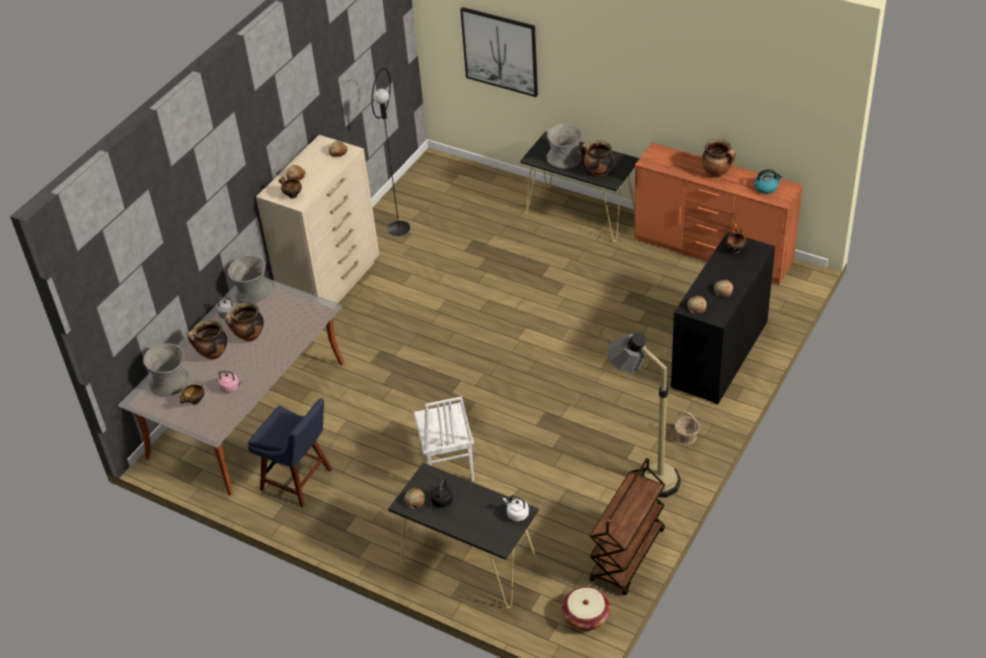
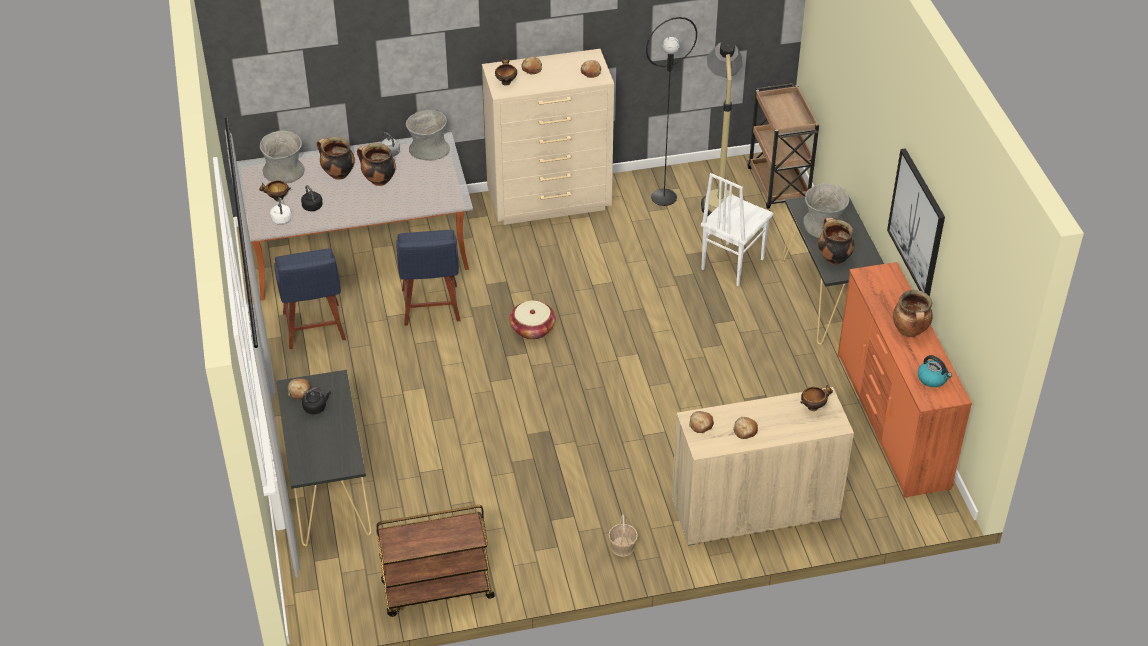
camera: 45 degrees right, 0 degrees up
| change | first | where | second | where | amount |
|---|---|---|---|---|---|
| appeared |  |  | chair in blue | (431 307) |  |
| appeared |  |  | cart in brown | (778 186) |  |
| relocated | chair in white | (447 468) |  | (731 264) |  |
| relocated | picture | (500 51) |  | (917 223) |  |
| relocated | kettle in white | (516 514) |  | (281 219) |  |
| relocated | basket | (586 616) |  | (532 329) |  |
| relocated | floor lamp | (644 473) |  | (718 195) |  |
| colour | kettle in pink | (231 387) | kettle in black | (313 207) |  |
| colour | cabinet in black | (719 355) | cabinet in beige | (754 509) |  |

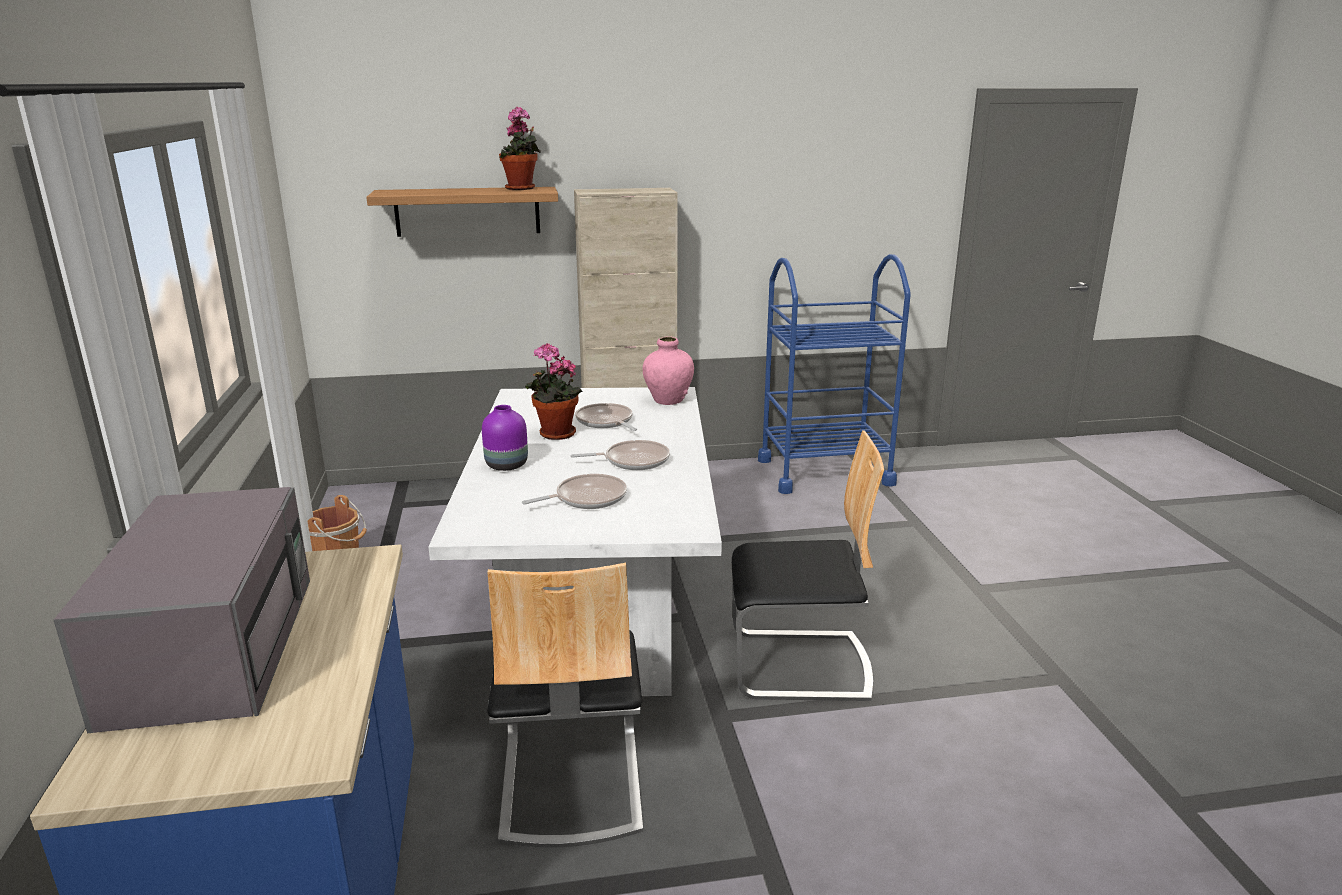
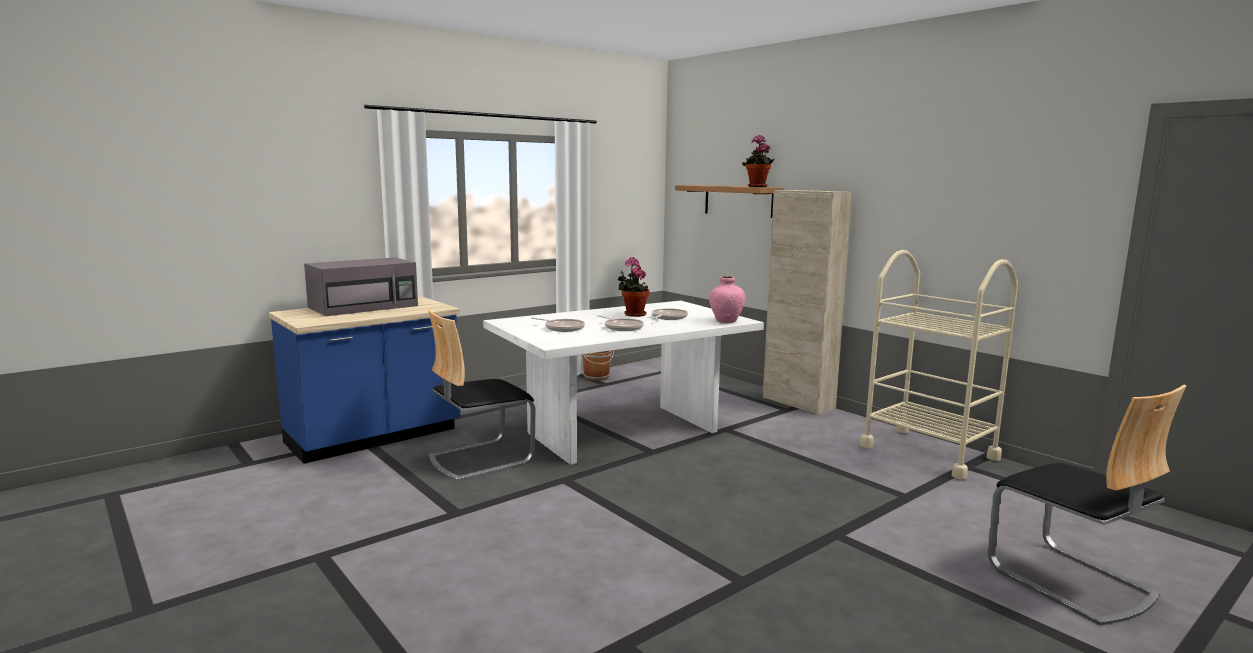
camera: 60 degrees right, 10 degrees down
| change | first | where | second | where | amount |
|---|---|---|---|---|---|
| missing | vase in purple | (505 465) |  |  |  |
| relocated | chair | (799 665) |  | (1070 581) |  |
| colour | cart in blue | (824 472) | cart in beige | (928 452) |  |

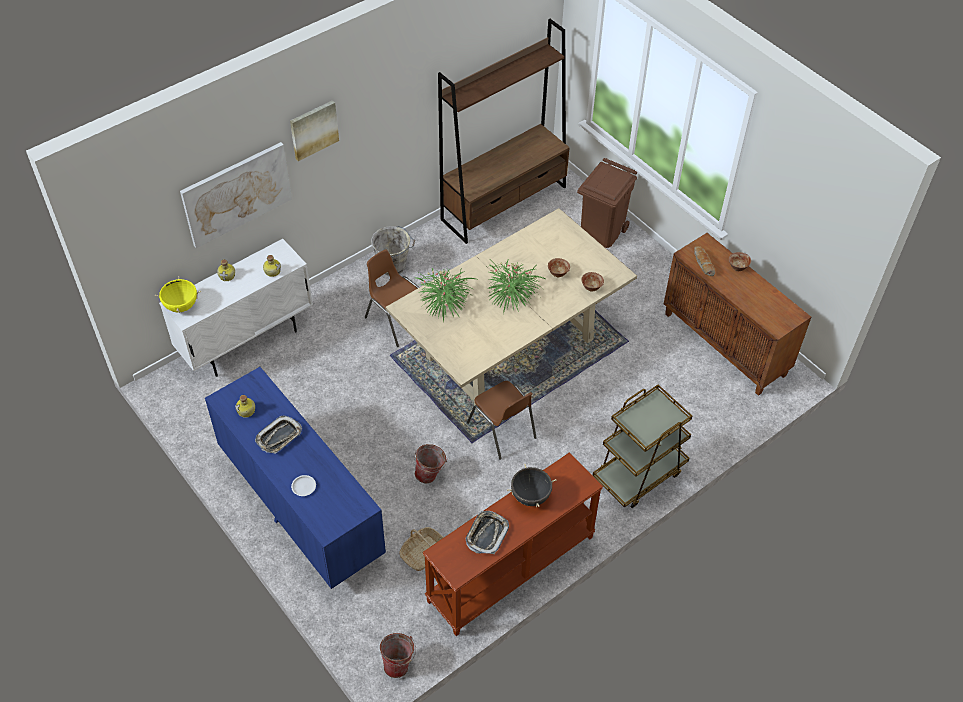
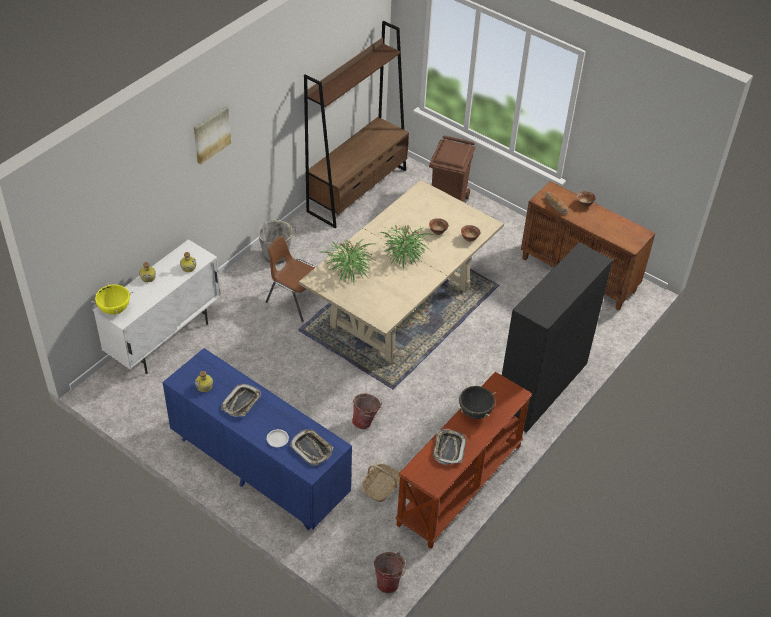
camera: 15 degrees left, 5 degrees down
| change | first | where | second | where | amount |
|---|---|---|---|---|---|
| missing | picture | (237 194) |  |  |  |
| missing | chair in brown | (502 431) |  |  |  |
| appeared |  |  | tray | (311 449) |  |
| exchanged | cart in brown | (639 474) | bookcase in black | (542 389) |  |

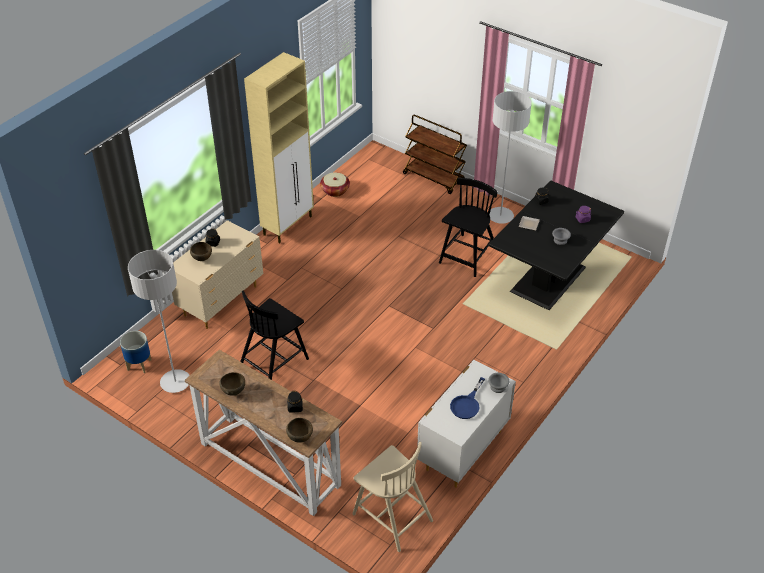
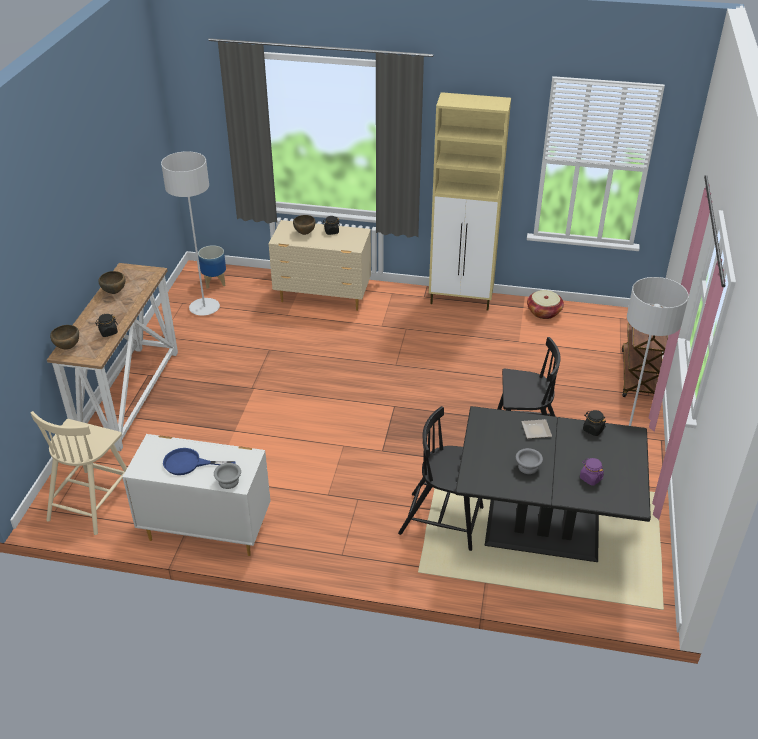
camera: 65 degrees right, 5 degrees down
| change | first | where | second | where | amount |
|---|---|---|---|---|---|
| relocated | chair in black | (274 362) |  | (443 521) |  |

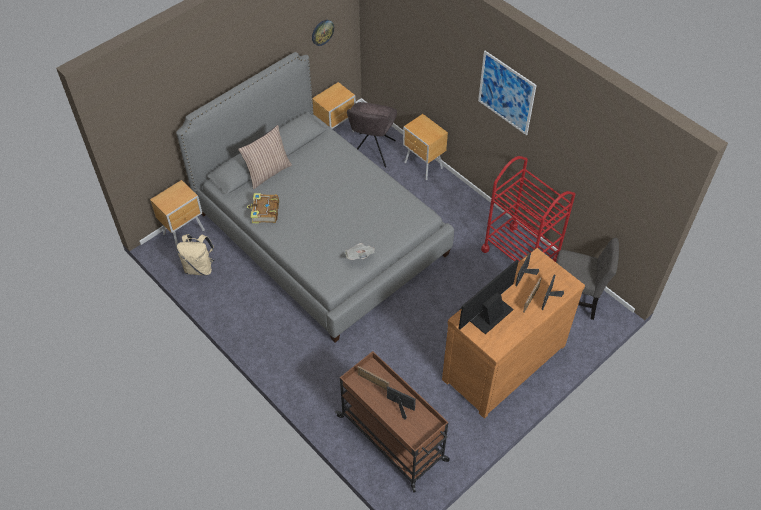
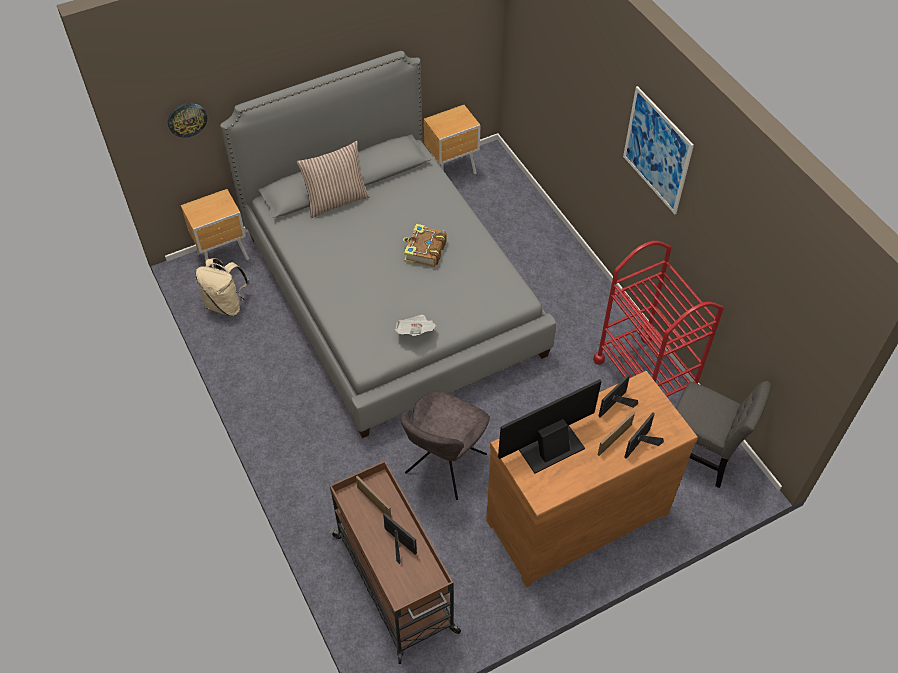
camera: 15 degrees right, 0 degrees up
| change | first | where | second | where | amount |
|---|---|---|---|---|---|
| missing | nightstand in brown | (423 166) |  |  |  |
| relocated | book | (264 212) |  | (424 251) |  |
| relocated | wall clock | (322 32) |  | (187 119) |  |
| relocated | chair in grey | (371 152) |  | (444 466) |  |

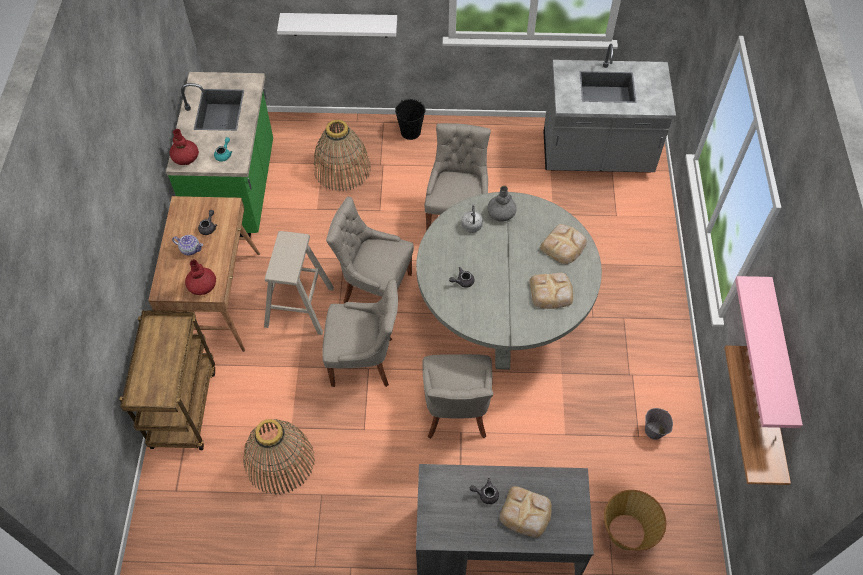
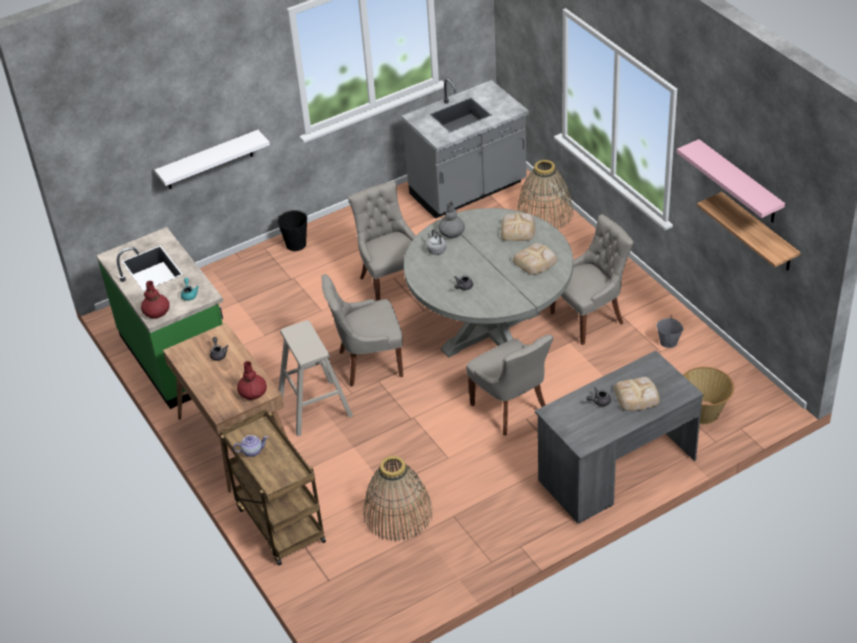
camera: 30 degrees left, 15 degrees down
| change | first | where | second | where | amount |
|---|---|---|---|---|---|
| relocated | teapot | (190 249) |  | (252 451) |  |
| relocated | basket | (342 168) |  | (544 214) |  |
| relocated | chair in grey | (364 360) |  | (589 318) |  |

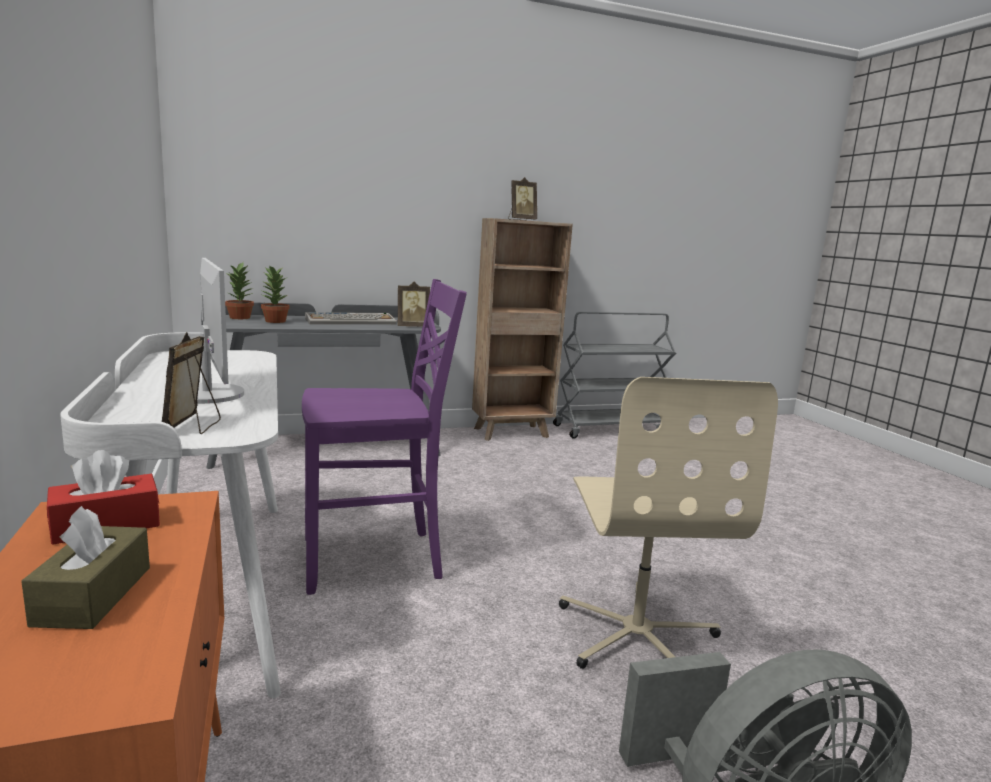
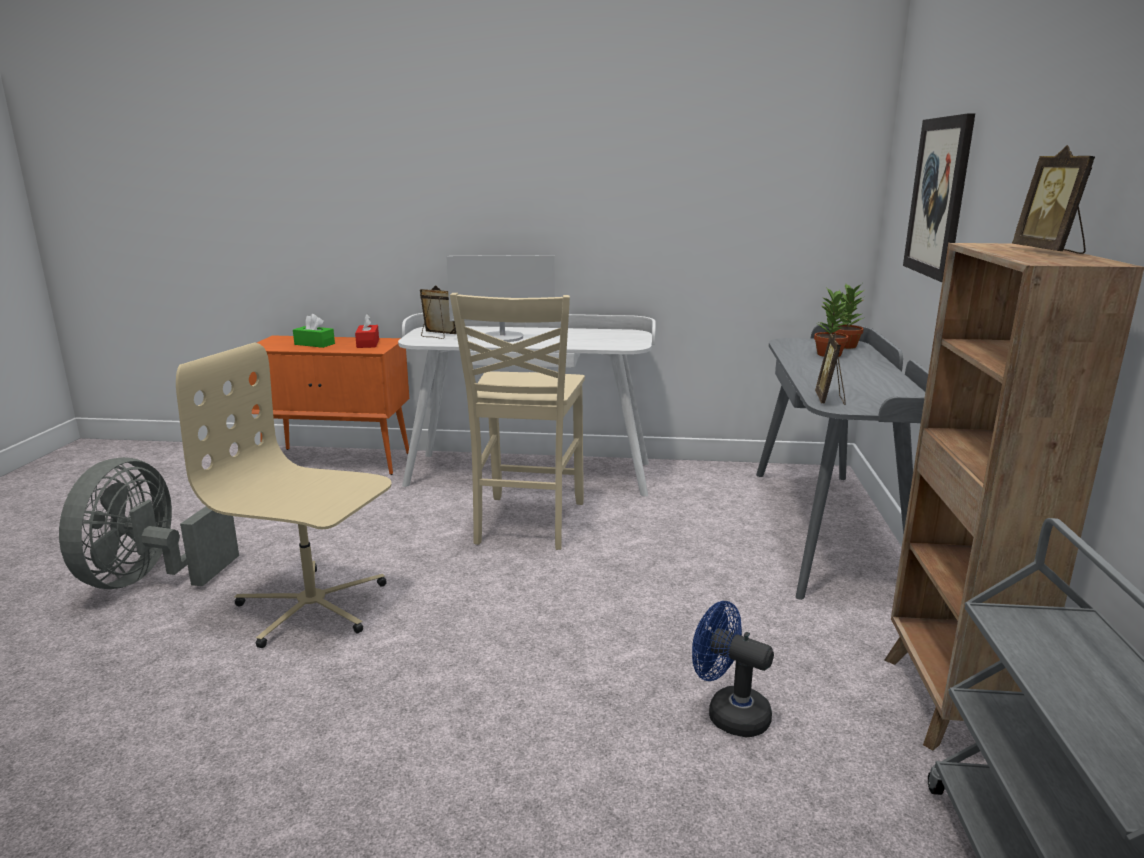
camera: 115 degrees right, 5 degrees up
| change | first | where | second | where | amount |
|---|---|---|---|---|---|
| missing | keyboard | (351 321) |  |  |  |
| appeared |  |  | fan in blue | (728 713) |  |
| appeared |  |  | picture | (938 197) |  |
| colour | tissue box in brown | (93 595) | tissue box in green | (314 344) |  |
| colour | chair in purple | (374 559) | chair in beige | (527 523) |  |

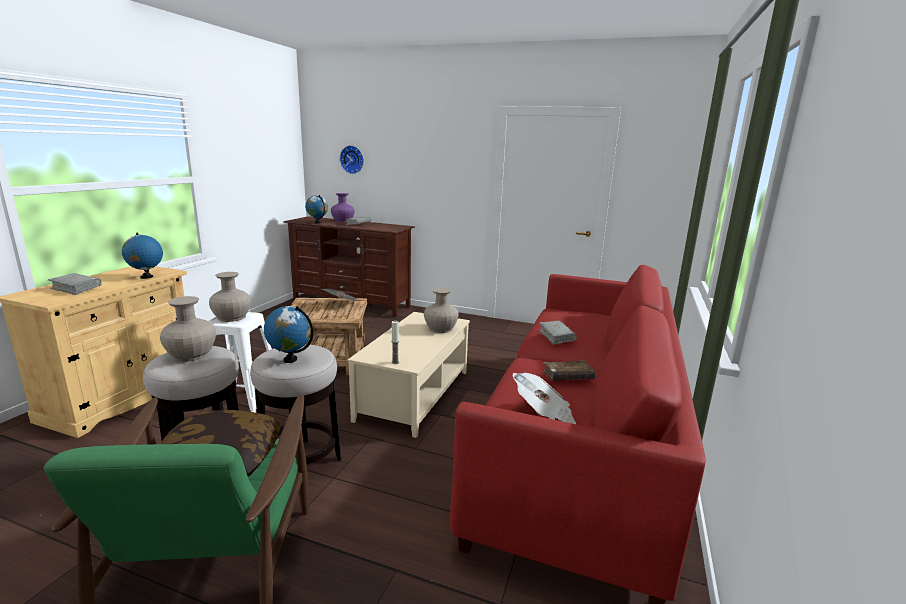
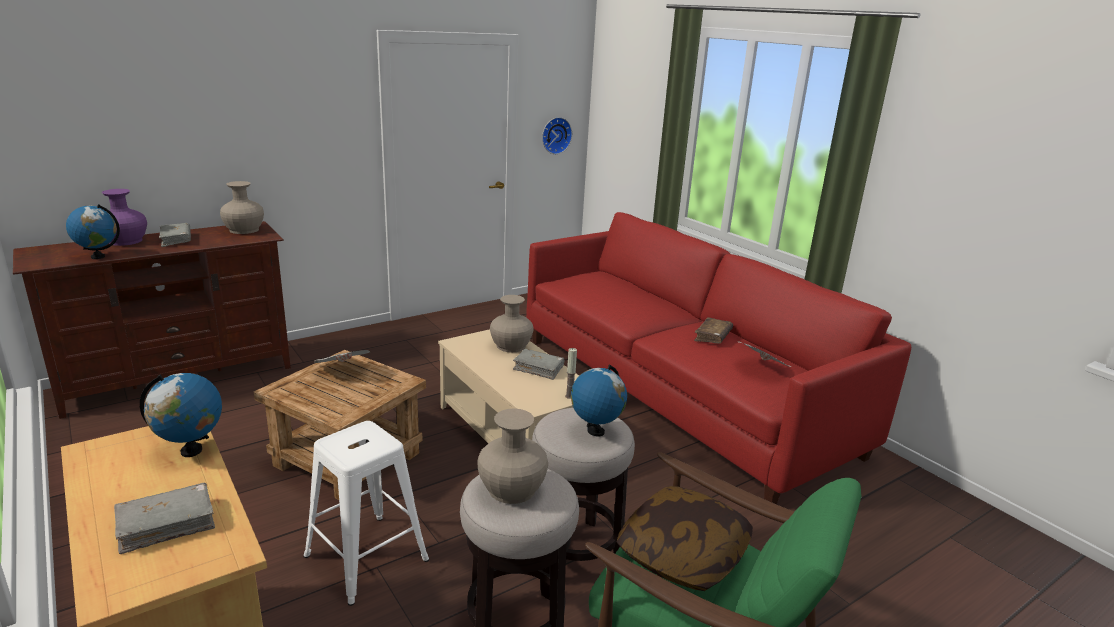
camera: 55 degrees left, 5 degrees up
| change | first | where | second | where | amount |
|---|---|---|---|---|---|
| relocated | vase in beige | (232 317) |  | (244 230) |  |
| relocated | wall clock | (352 159) |  | (555 135) |  |
| relocated | book in grey | (556 337) |  | (538 369) |  |

